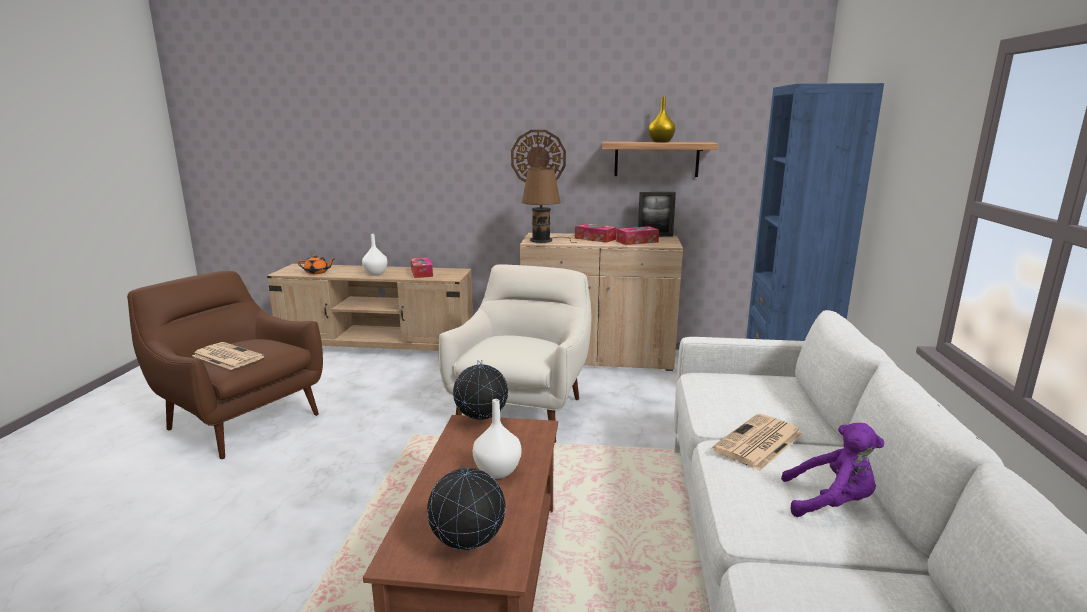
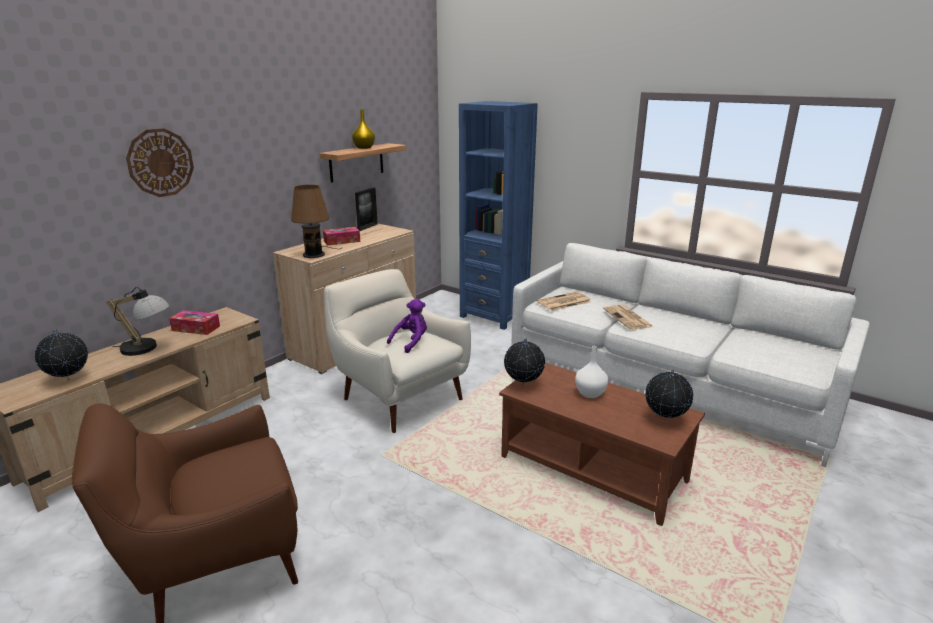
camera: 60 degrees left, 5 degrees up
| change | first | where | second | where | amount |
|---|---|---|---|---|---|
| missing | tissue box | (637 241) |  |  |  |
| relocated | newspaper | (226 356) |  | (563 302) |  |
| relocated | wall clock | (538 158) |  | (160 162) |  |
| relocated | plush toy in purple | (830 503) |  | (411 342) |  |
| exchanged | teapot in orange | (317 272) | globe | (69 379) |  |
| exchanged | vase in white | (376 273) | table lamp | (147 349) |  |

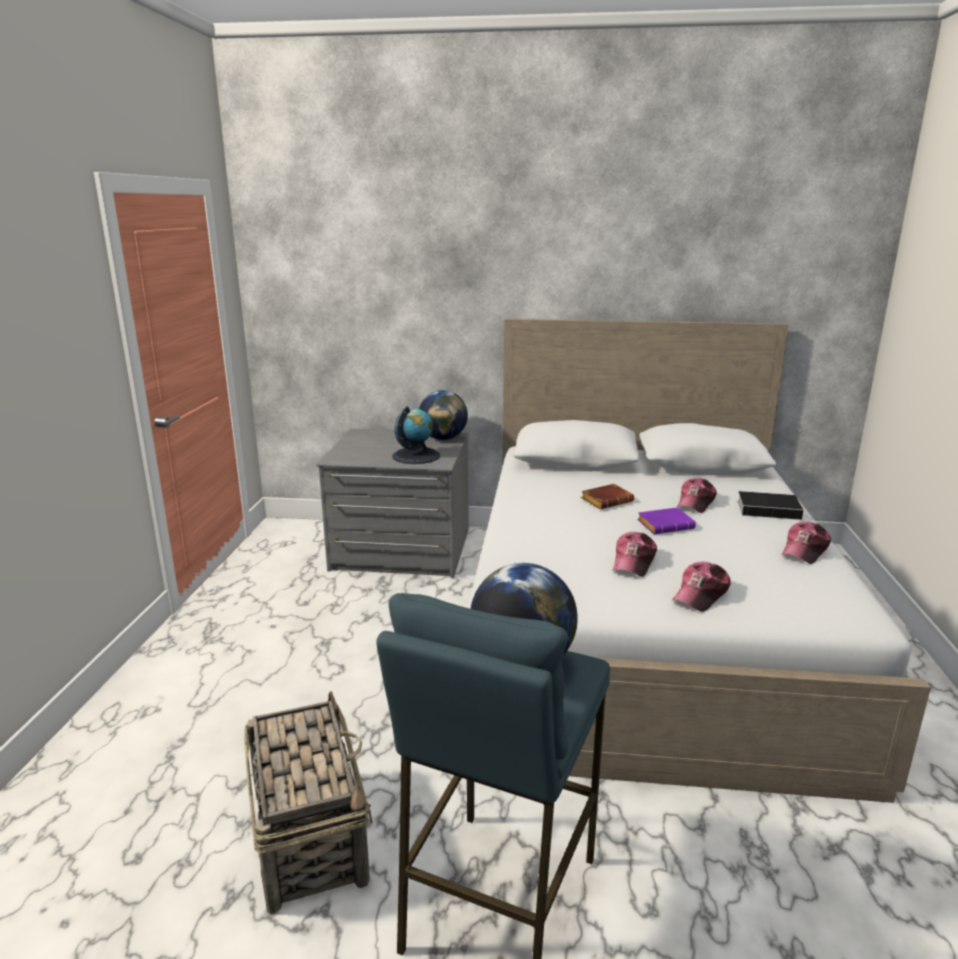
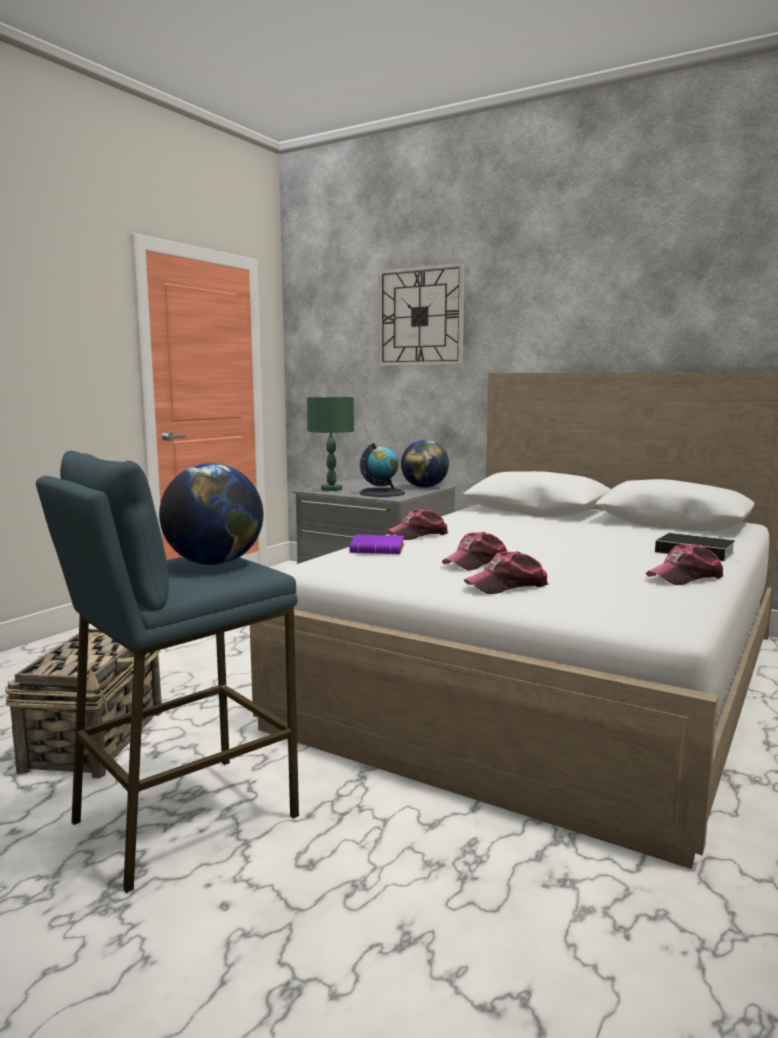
camera: 25 degrees right, 10 degrees down
| change | first | where | second | where | amount |
|---|---|---|---|---|---|
| missing | book in brown | (607 500) |  |  |  |
| appeared |  |  | table lamp in green | (331 489) |  |
| appeared |  |  | wall clock | (420 316) |  |
| relocated | book in purple | (666 525) |  | (379 550) |  |
| relocated | cap | (695 503) |  | (418 535) |  |

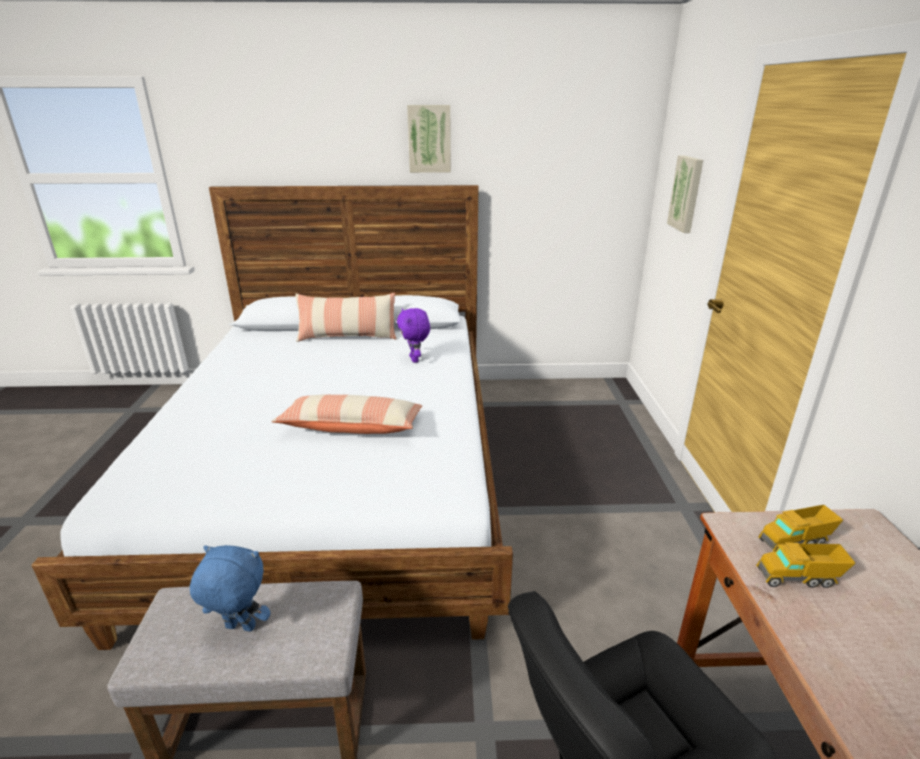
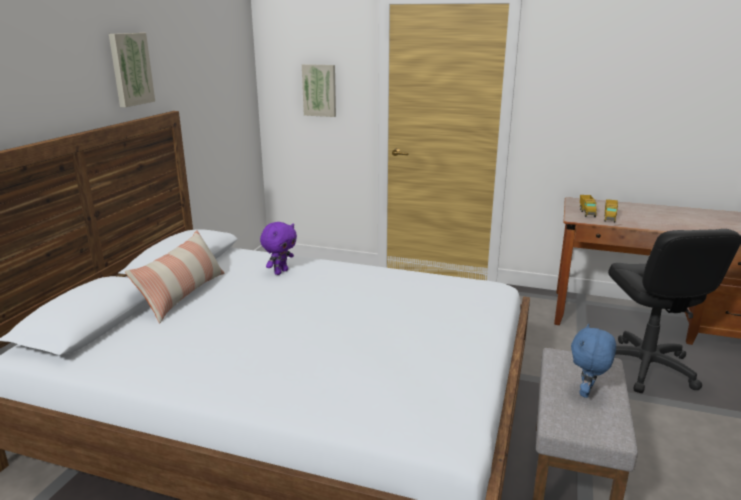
camera: 70 degrees left, 5 degrees down
| change | first | where | second | where | amount |
|---|---|---|---|---|---|
| missing | pillow | (352 427) |  |  |  |
| spun | plush toy in purple | (415 359) |  | (280 272) | 60 degrees counterclockwise |

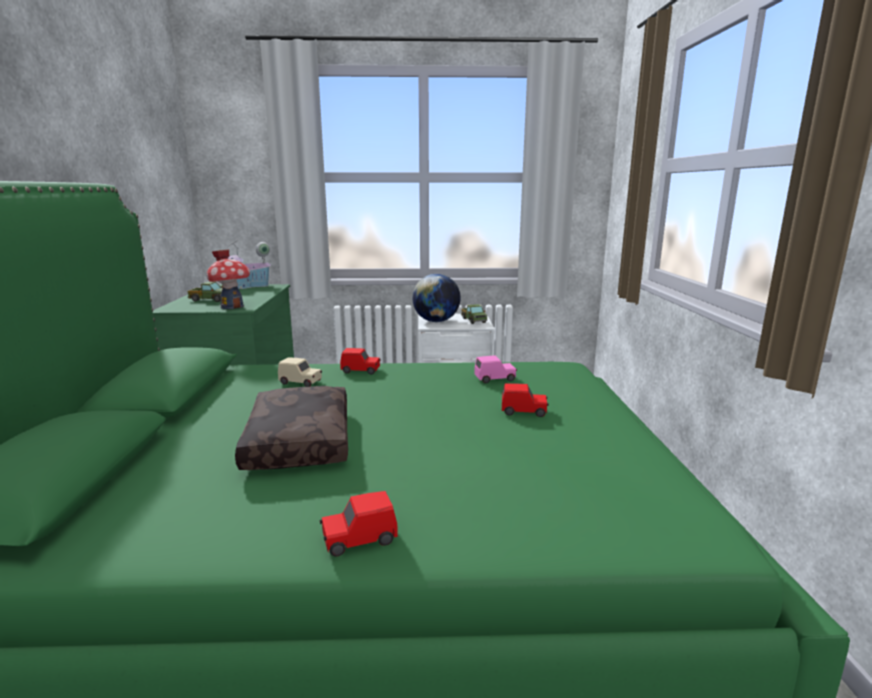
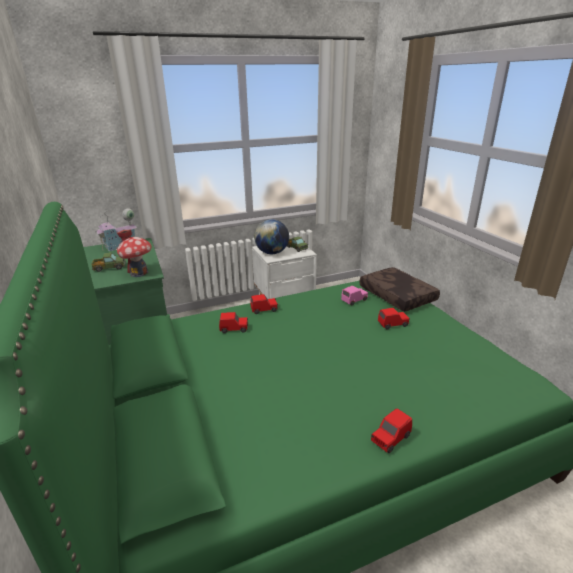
camera: 20 degrees left, 10 degrees up
| change | first | where | second | where | amount |
|---|---|---|---|---|---|
| relocated | pillow in brown | (297 440) |  | (395 296) |  |
| colour | toy car in beige | (301 382) | toy car in red | (234 329) |  |

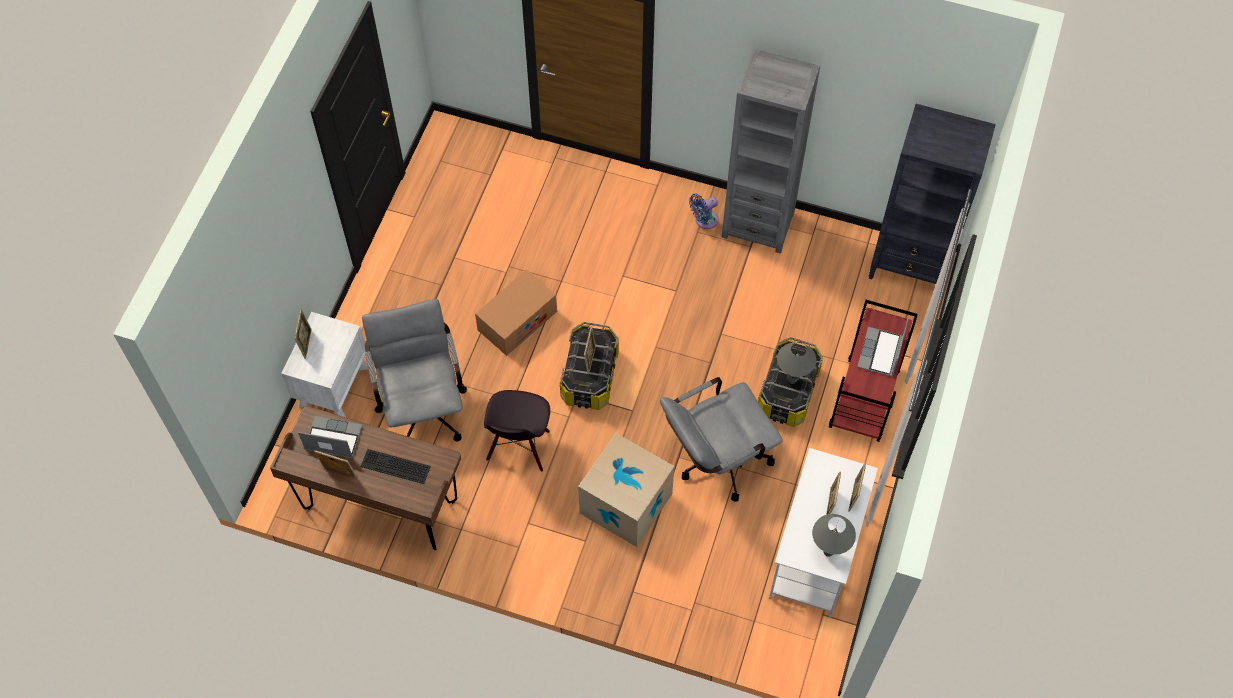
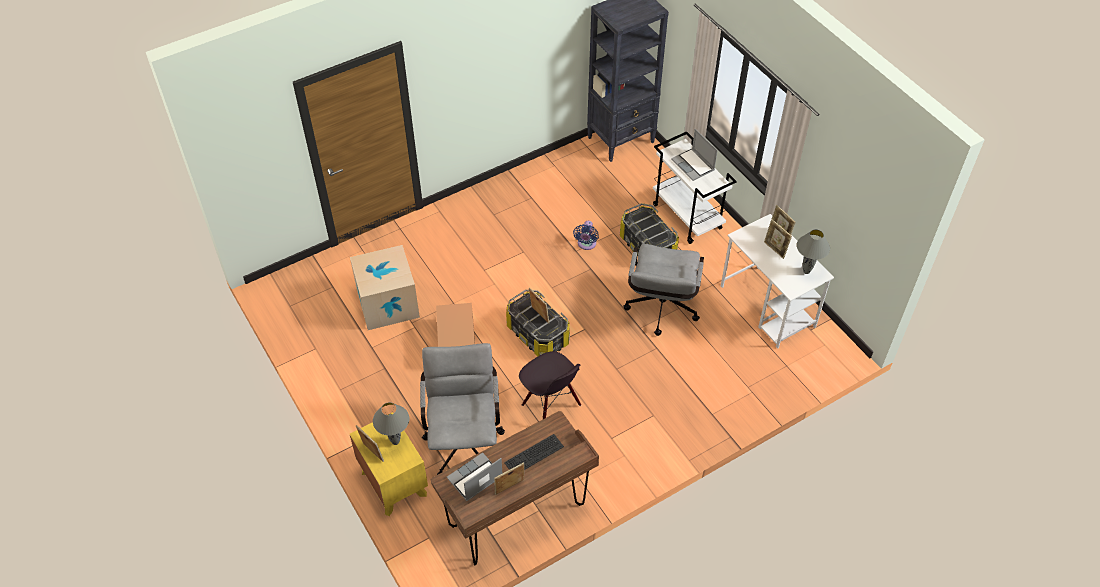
camera: 50 degrees left, 10 degrees down
| change | first | where | second | where | amount |
|---|---|---|---|---|---|
| missing | bookcase in grey | (758 224) |  |  |  |
| relocated | cardboard box | (626 503) |  | (388 304) |  |
| relocated | fan in blue | (704 220) |  | (586 244) |  |
| relocated | table lamp in grey | (792 381) |  | (396 442) |  |
| colour | nightstand in white | (333 385) | nightstand in yellow | (393 483) |  |
| colour | cart in red | (864 400) | cart in white | (688 217) |  |
| spun | office chair in grey | (422 404) |  | (464 439) | 60 degrees clockwise |

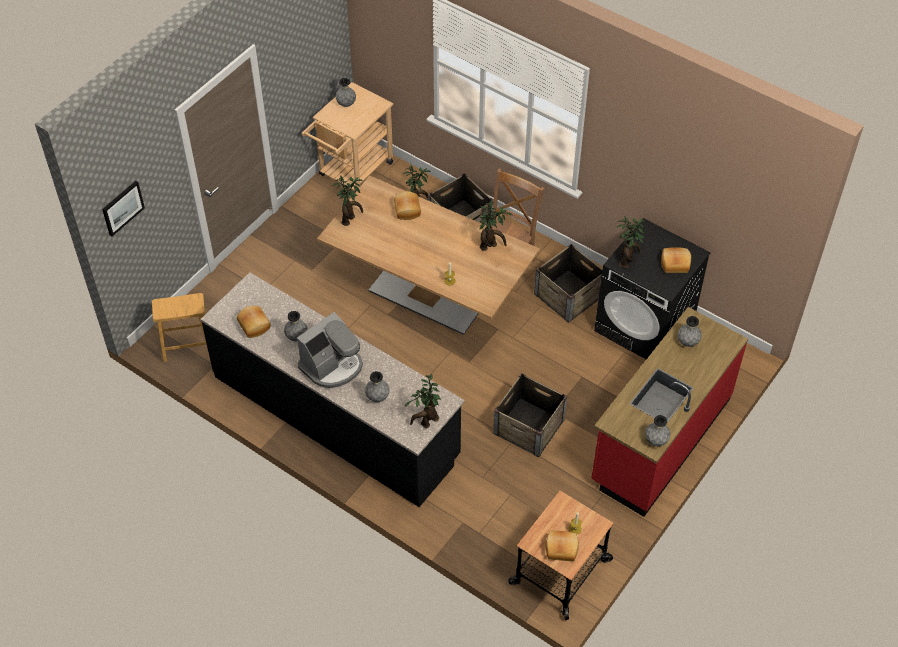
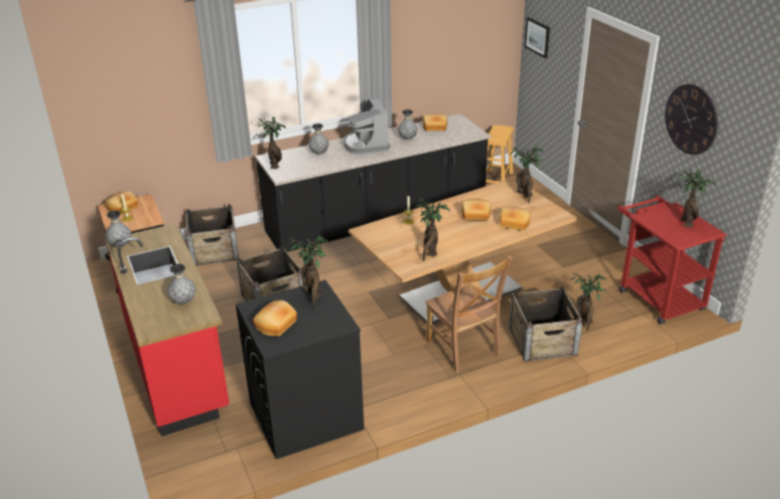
camera: 120 degrees right, 20 degrees down
| change | first | where | second | where | amount |
|---|---|---|---|---|---|
| appeared |  |  | bread | (475 215) |  |
| appeared |  |  | wall clock | (691 119) |  |
| relocated | crate | (568 295) |  | (214 251) |  |
| exchanged | vase in grey | (346 104) | potted plant | (687 222) |  |
| colour | cart in beige | (352 172) | cart in red | (656 296) |  |

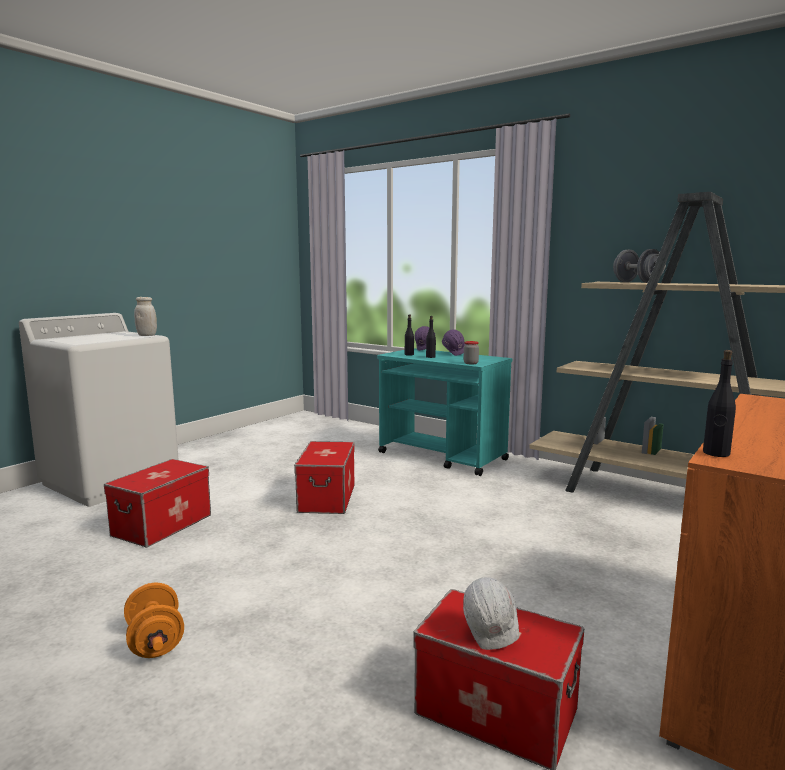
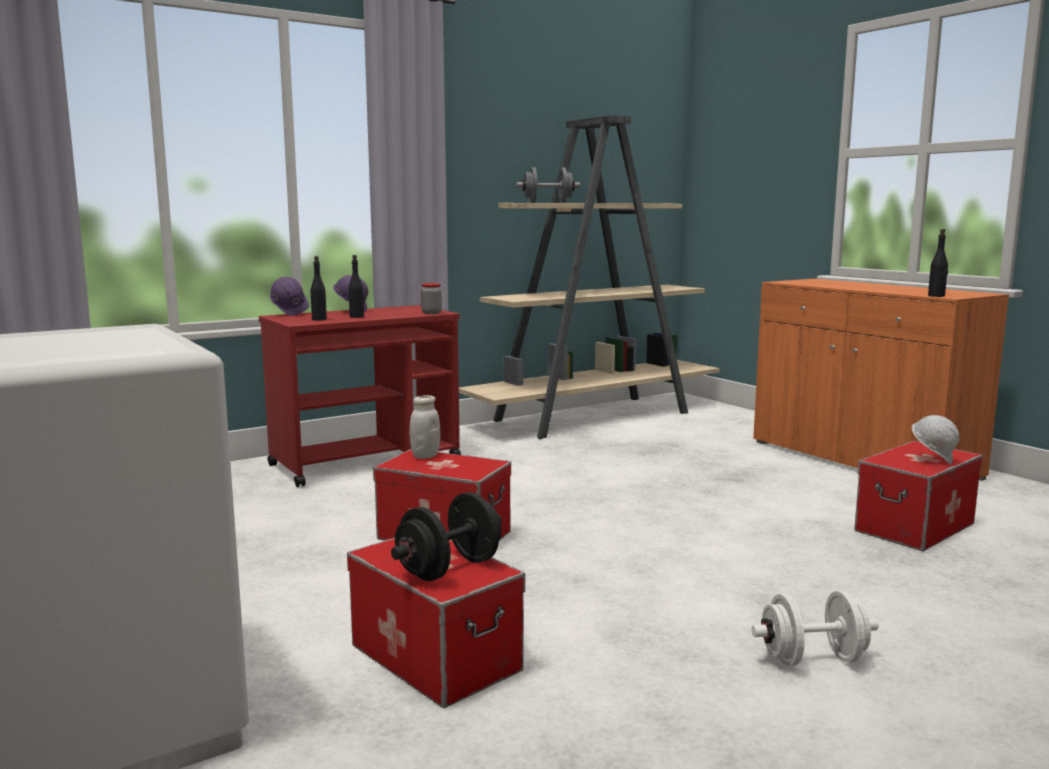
camera: 70 degrees left, 0 degrees up
| change | first | where | second | where | amount |
|---|---|---|---|---|---|
| appeared |  |  | dumbbell in black | (449 569) |  |
| relocated | jar in white | (147 335) |  | (425 456) |  |
| colour | dumbbell in orange | (155 642) | dumbbell in white | (812 659) |  |
| colour | cart in turquoise | (443 456) | cart in red | (367 462) |  |

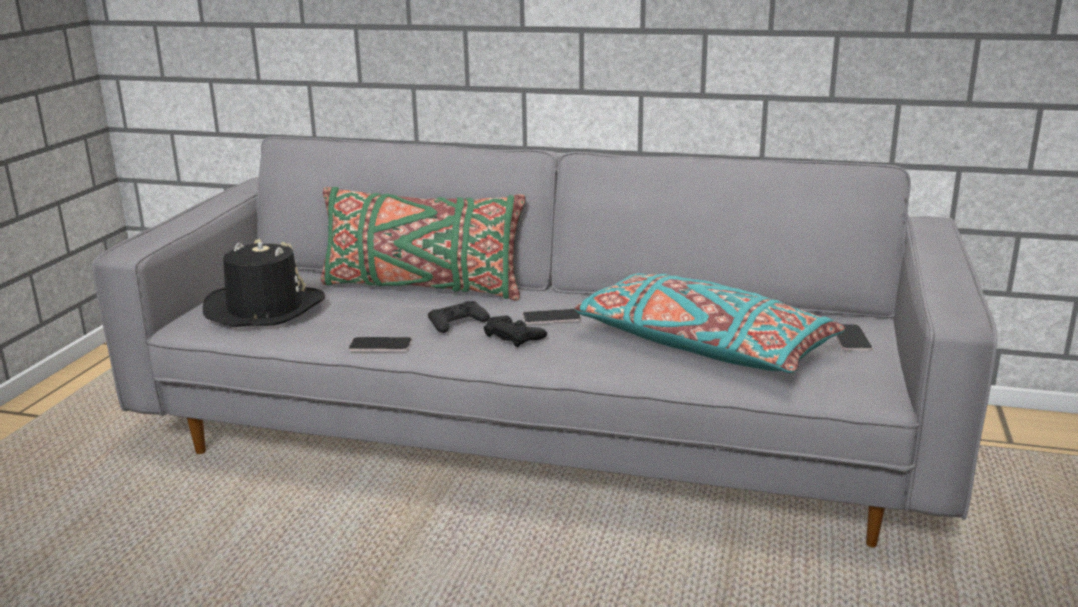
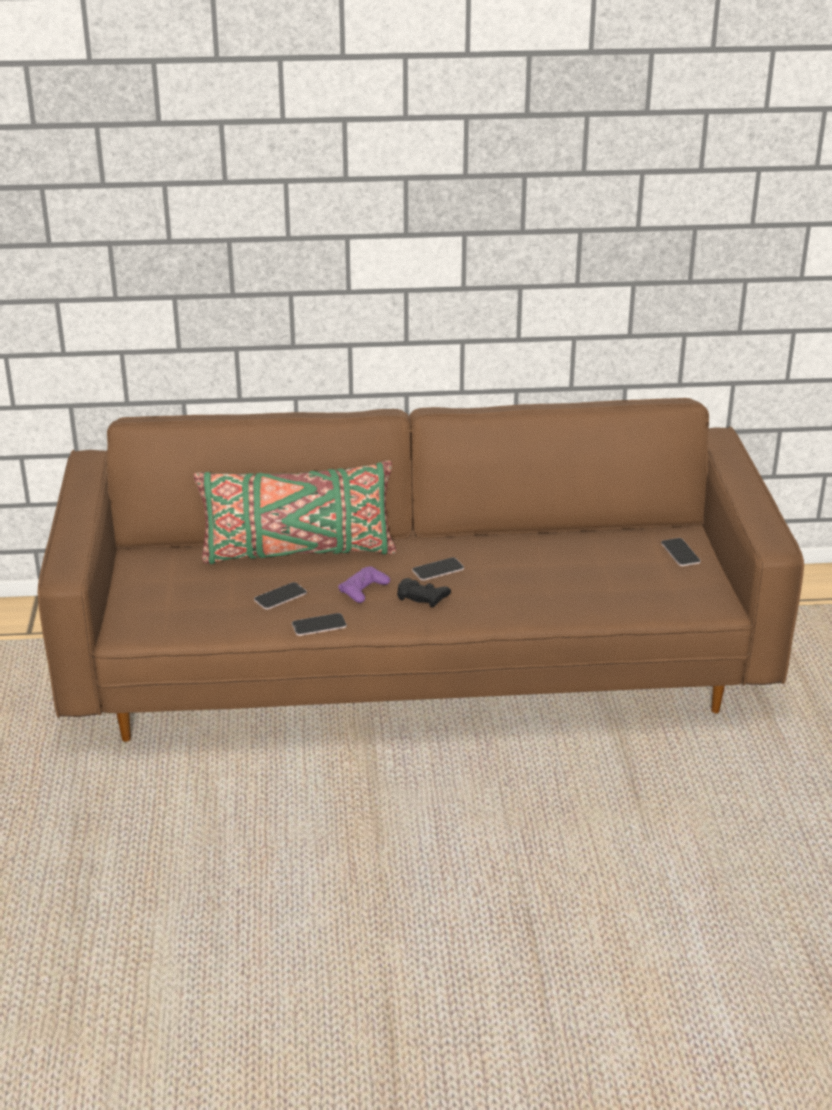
camera: 20 degrees left, 10 degrees up
| change | first | where | second | where | amount |
|---|---|---|---|---|---|
| missing | hat in black | (264 308) |  |  |  |
| missing | pillow in turquoise | (702 346) |  |  |  |
| appeared |  |  | phone | (280 596) |  |
| colour | sofa in grey | (542 432) | sofa in brown | (416 660) |  |
| colour | game controller in black | (457 323) | game controller in purple | (363 589) |  |

